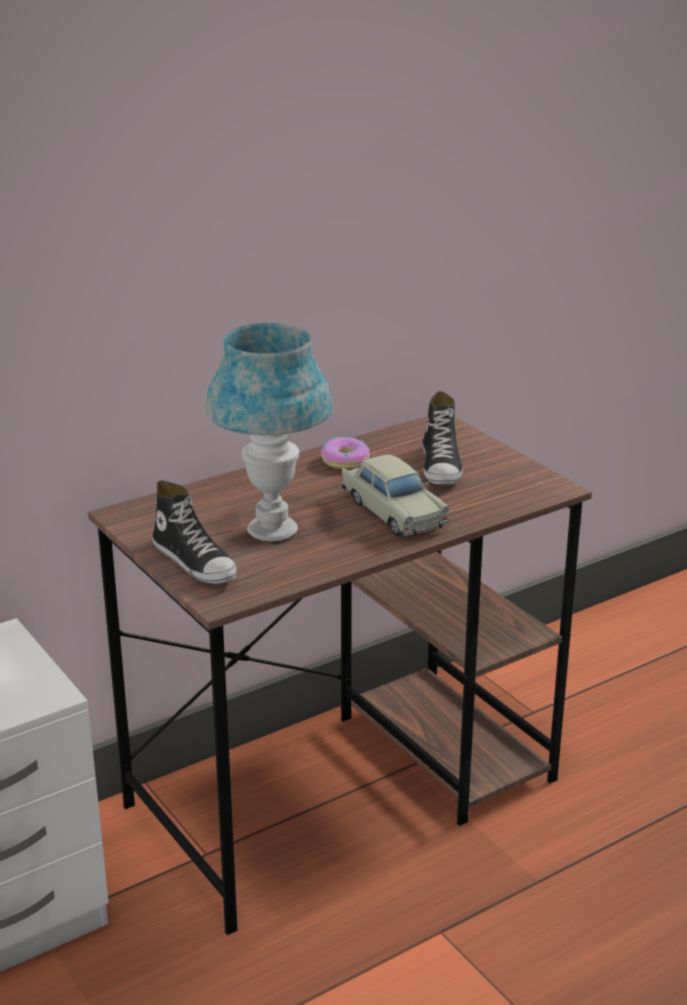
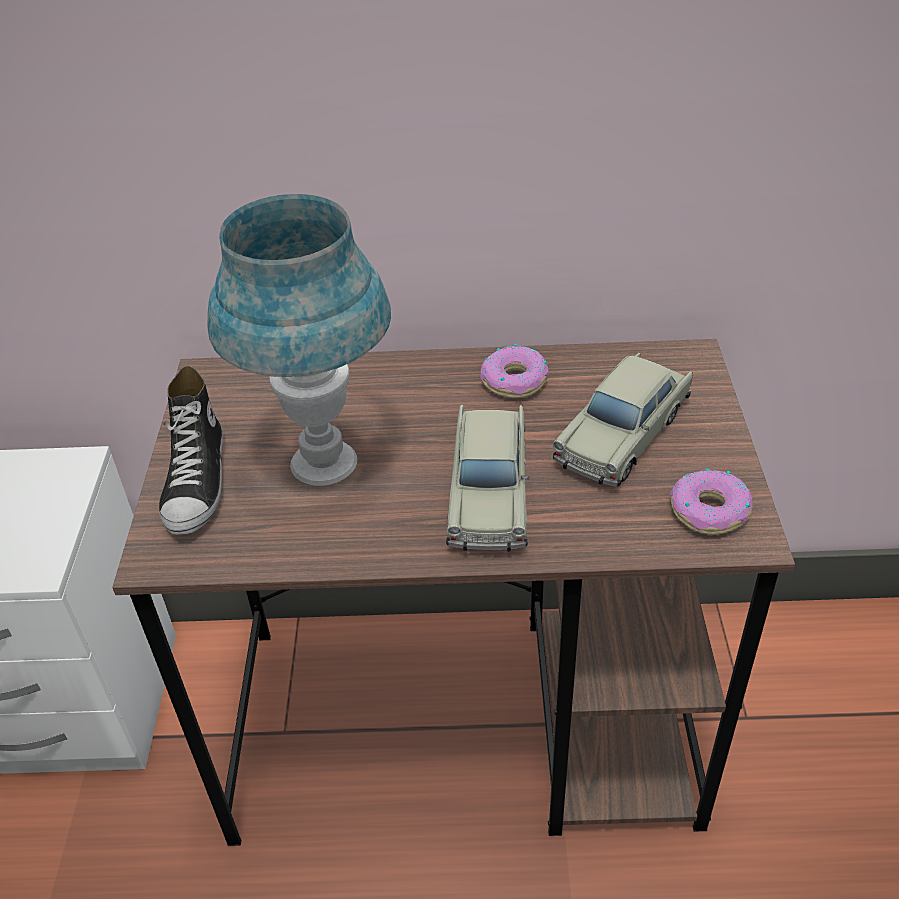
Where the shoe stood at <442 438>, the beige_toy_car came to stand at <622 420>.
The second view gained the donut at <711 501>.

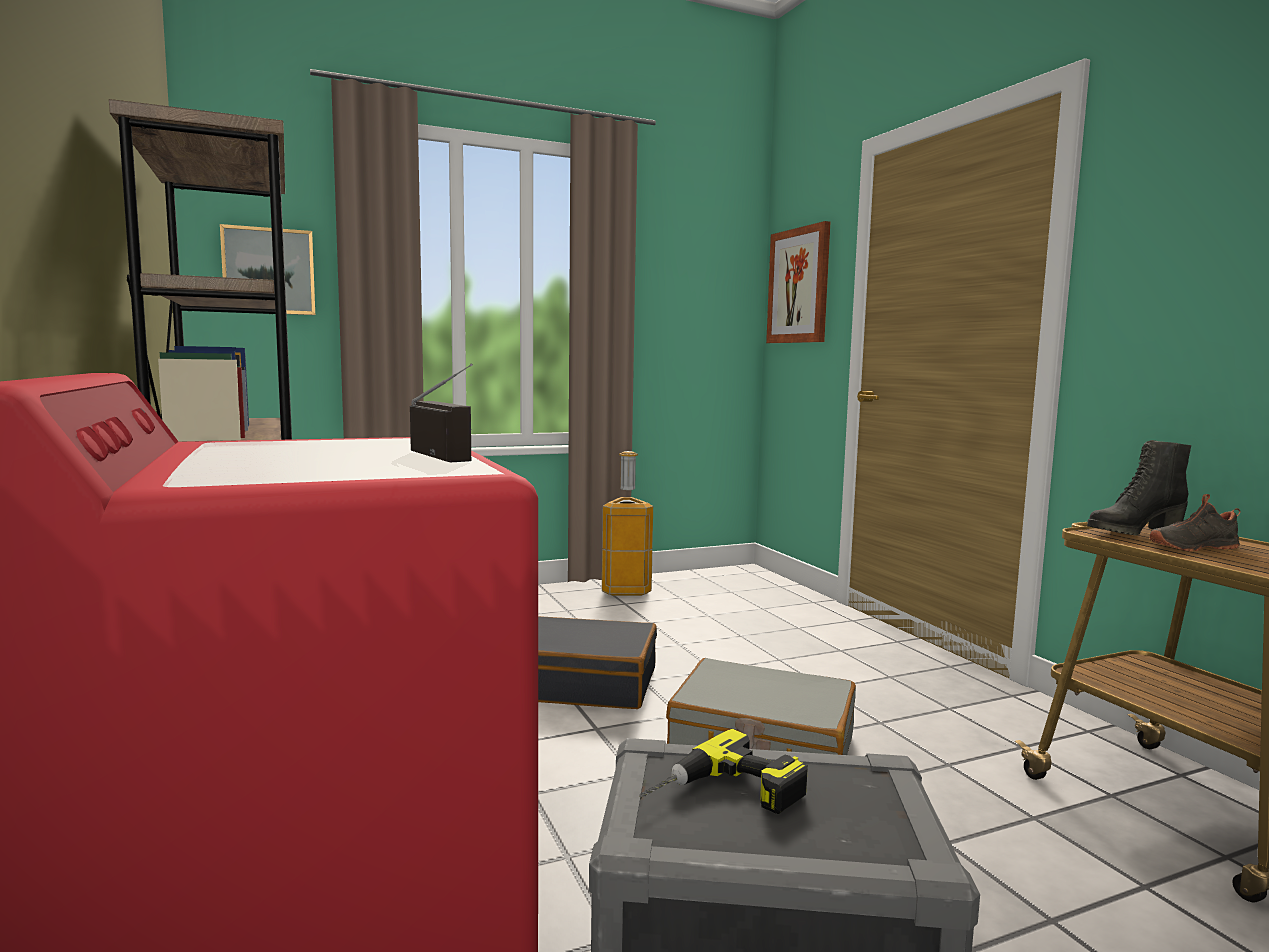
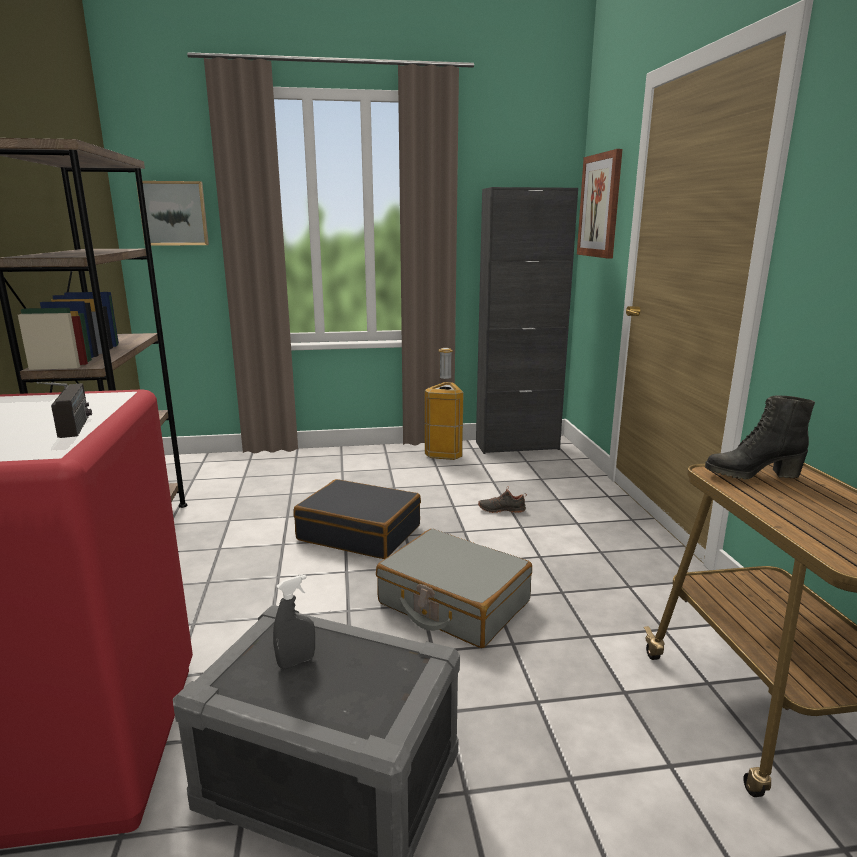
The black_shoe ended up elsewhere, having gone from <1194 523> to <502 500>.
Where the power_drill stood at <723 771>, the grey_spray_bottle came to stand at <294 622>.
The second view gained the black_cabinet at <527 320>.

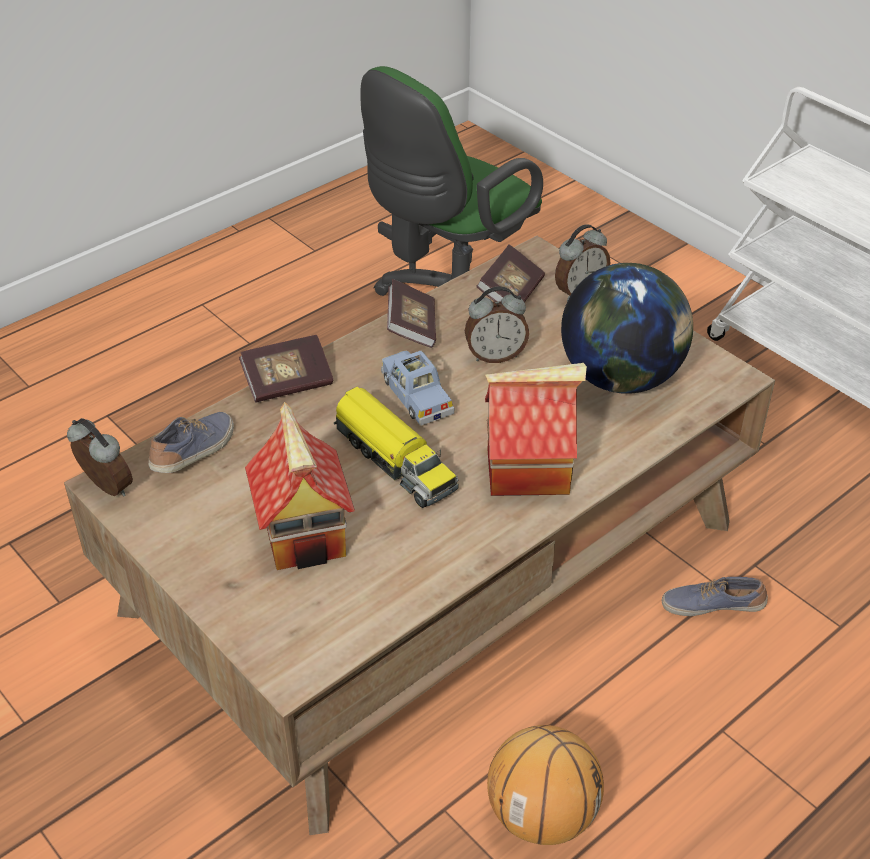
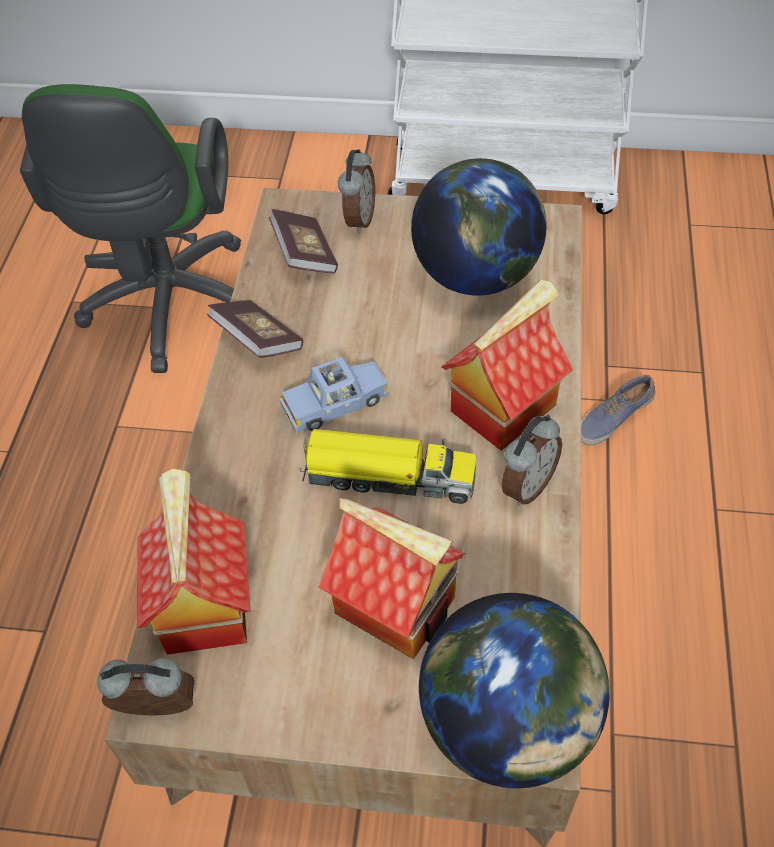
The alarm_clock ended up elsewhere, having gone from <497 325> to <532 460>.
The second view lost the book at <286 368>.
The blue_toy_car at <417 388> ended up facing another way, 135 degrees clockwise from before.
Where the shoe stood at <191 442>, the toy_house came to stand at <194 562>.
The second view lost the basketball at <545 785>.
The second view gained the globe at <514 690>.

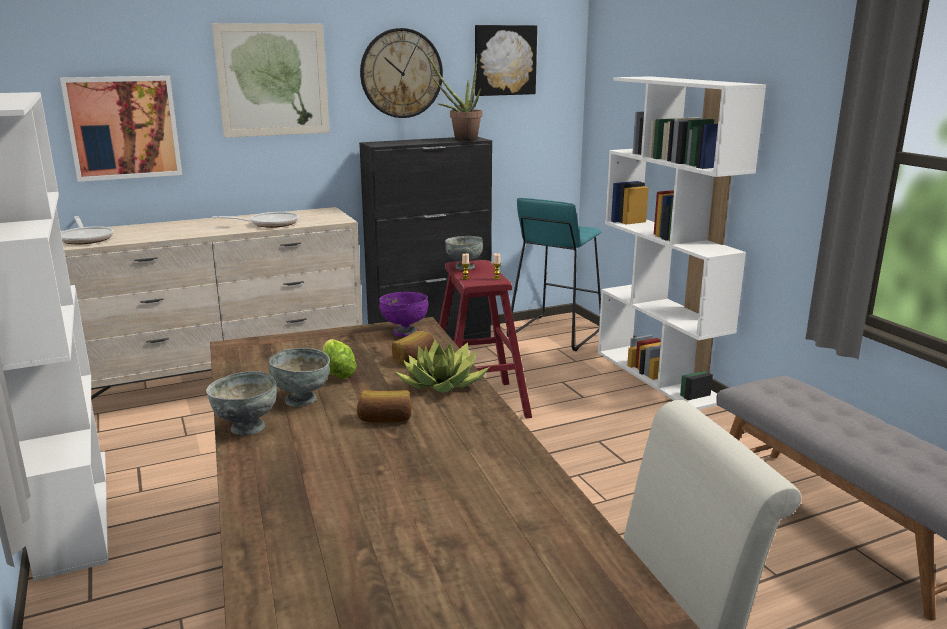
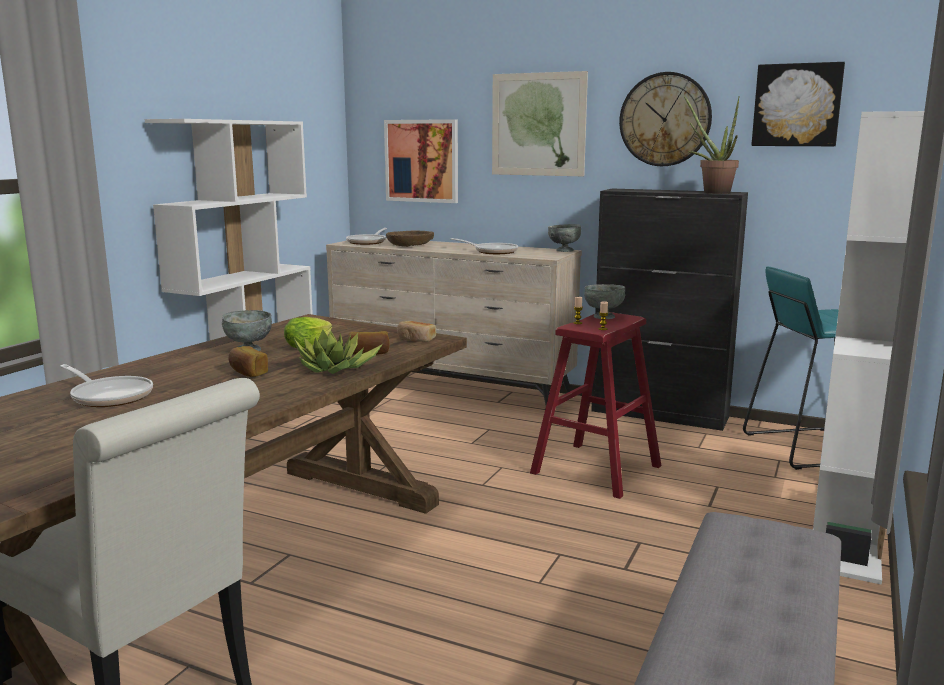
Where the purple_bowl stood at <403 314>, the bread came to stand at <416 331>.
The grey_bowl ended up elsewhere, having gone from <241 403> to <564 238>.
The second view gained the brown_bowl at <410 239>.
The second view gained the frying_pan at <106 385>.

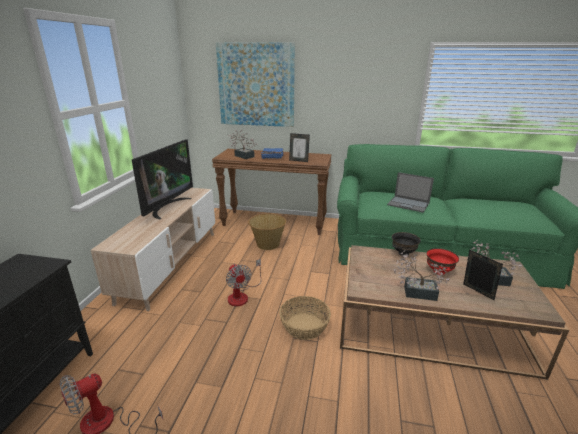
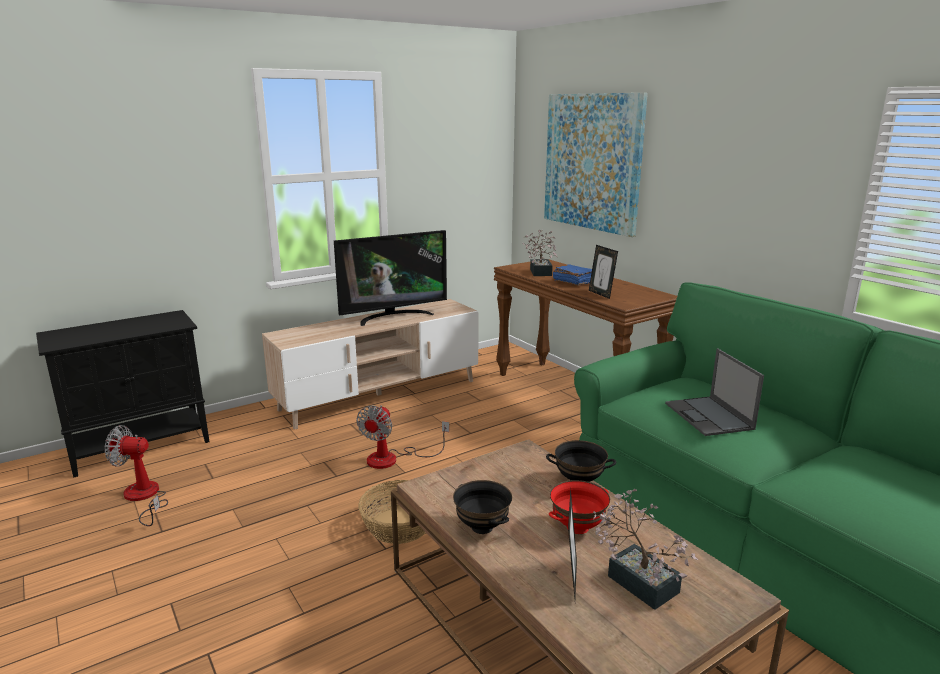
The second view lost the basket at <267 231>.
Where the potted_plant stood at <421 275>, the black_bowl came to stand at <482 507>.

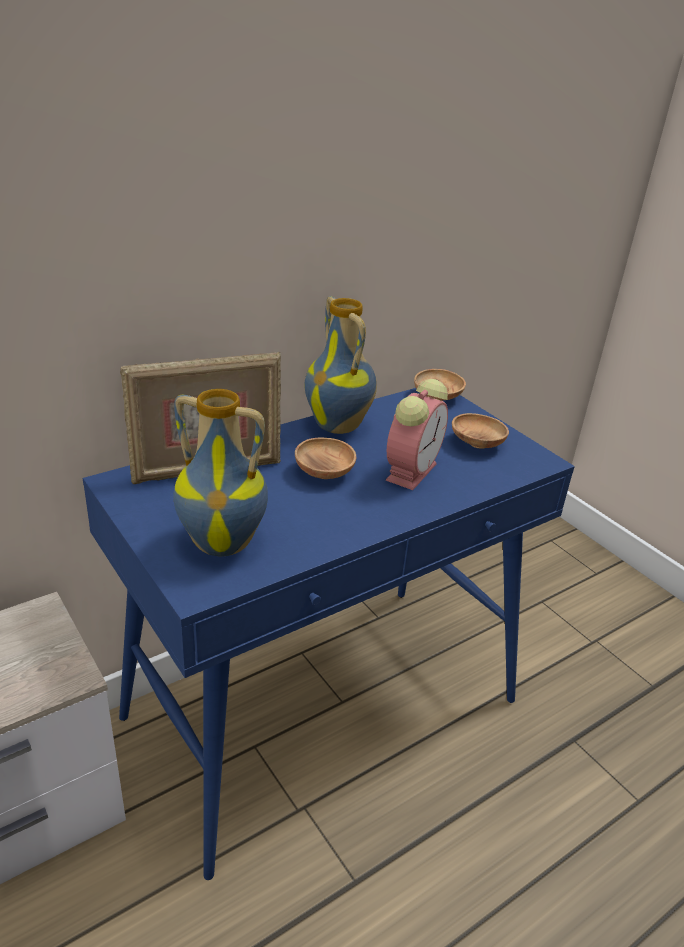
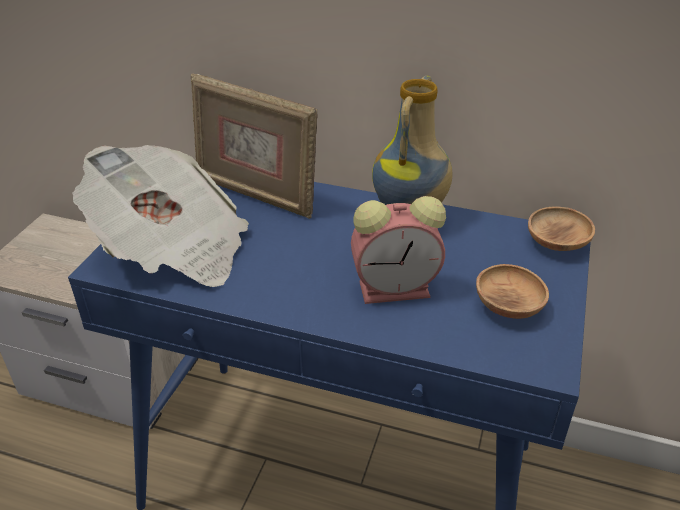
Where the vase stood at <220 472>, the newspaper came to stand at <160 216>.
The second view lost the brown_bowl at <325 458>.

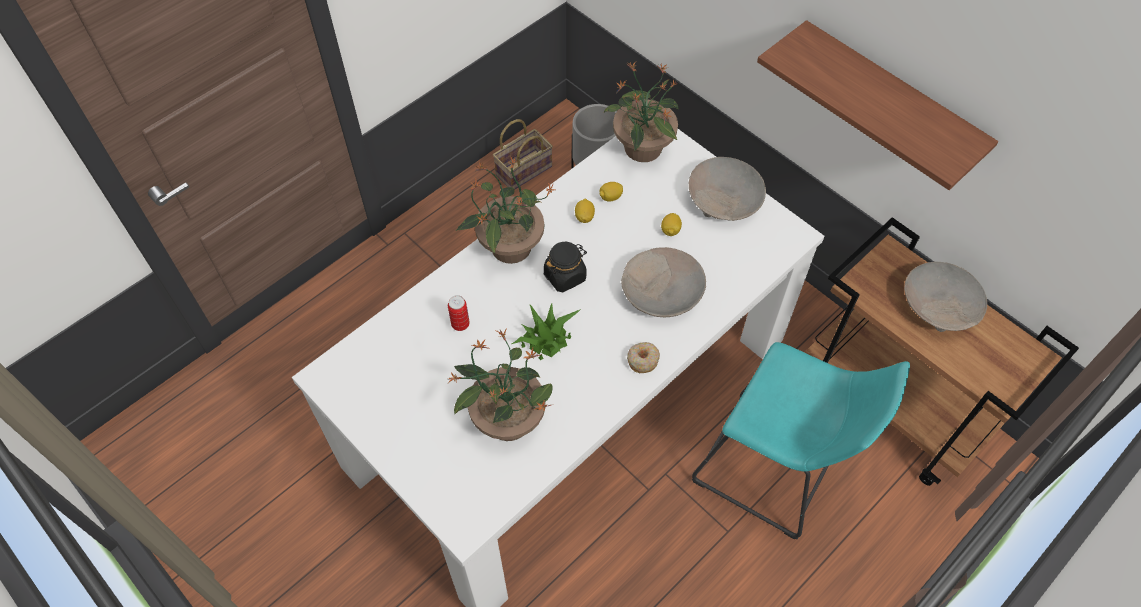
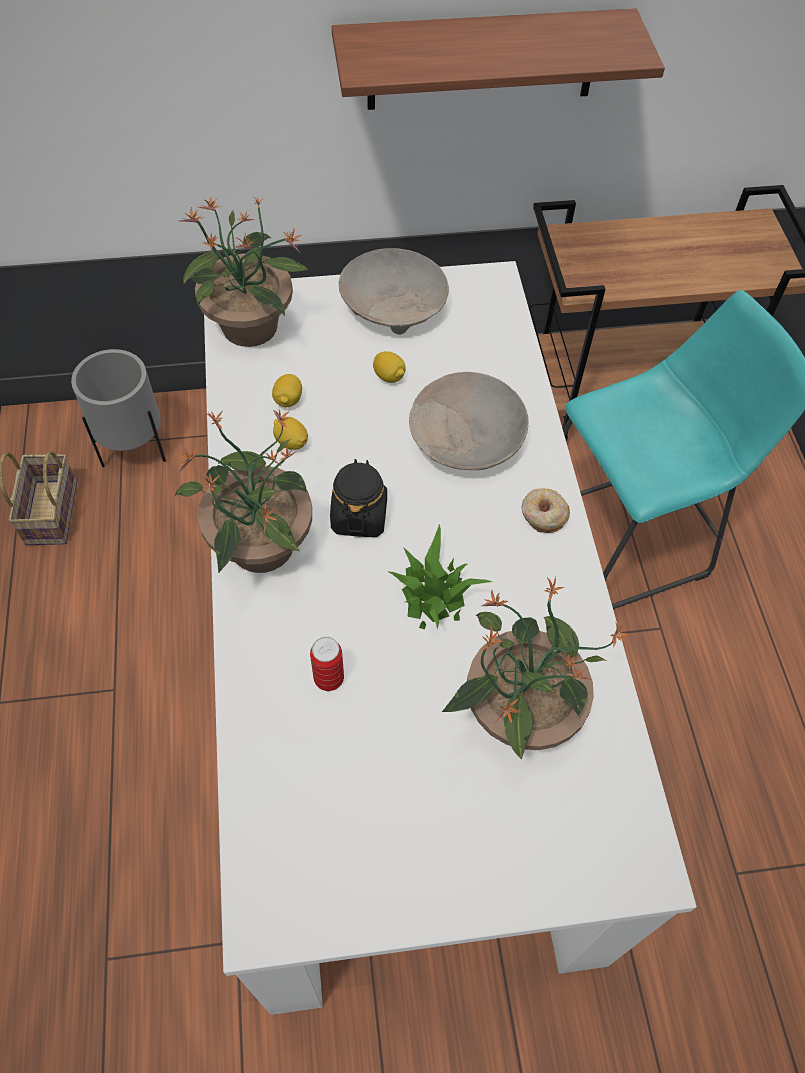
The second view lost the beige_bowl at <945 297>.

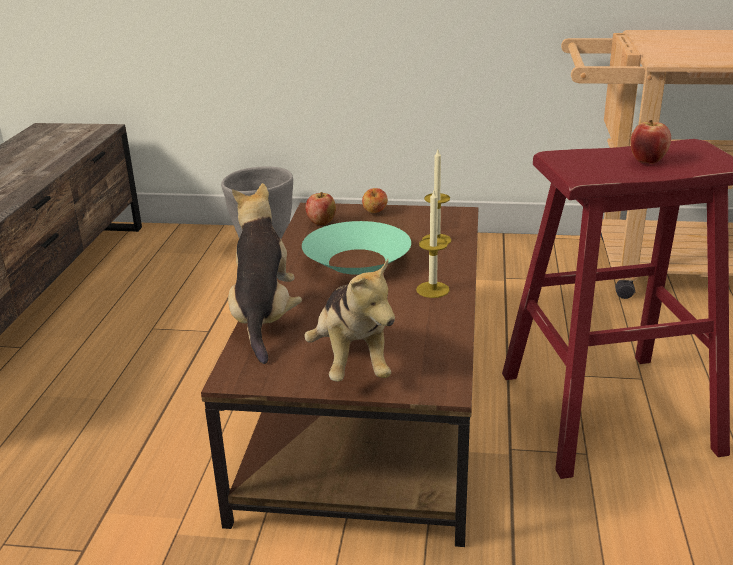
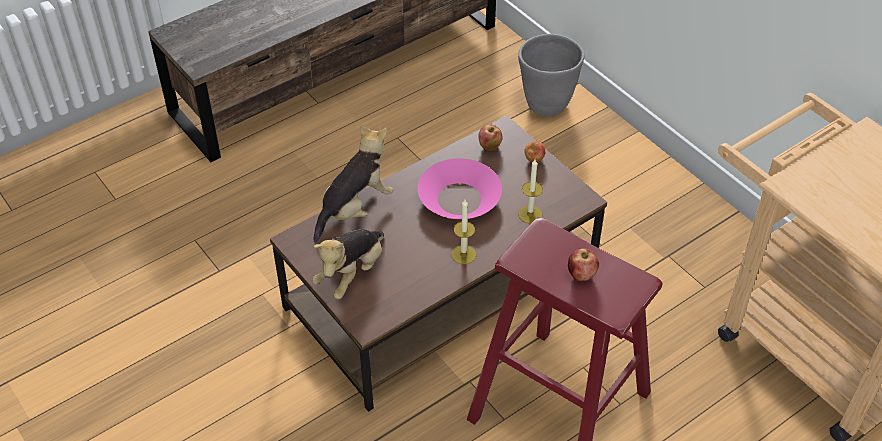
What was the turquoise_bowl at <356 248> turned into the pink_bowl at <460 188>.

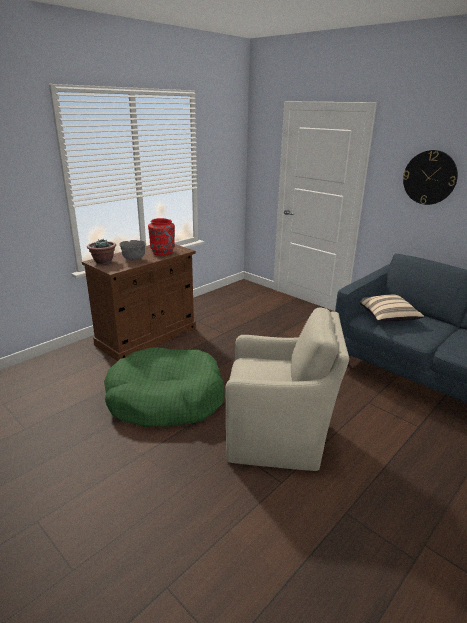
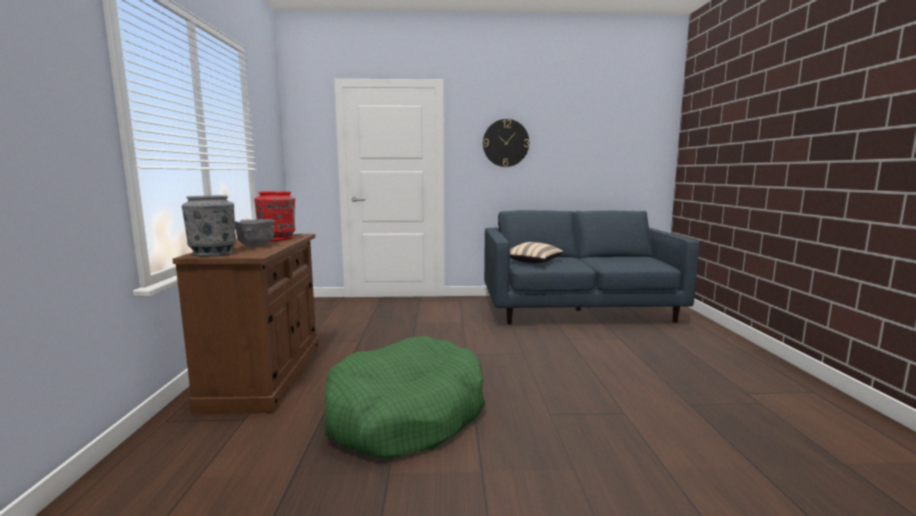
Where the potted_plant stood at <101 251>, the grey_vase came to stand at <209 226>.
The second view lost the beige_armchair at <287 389>.

